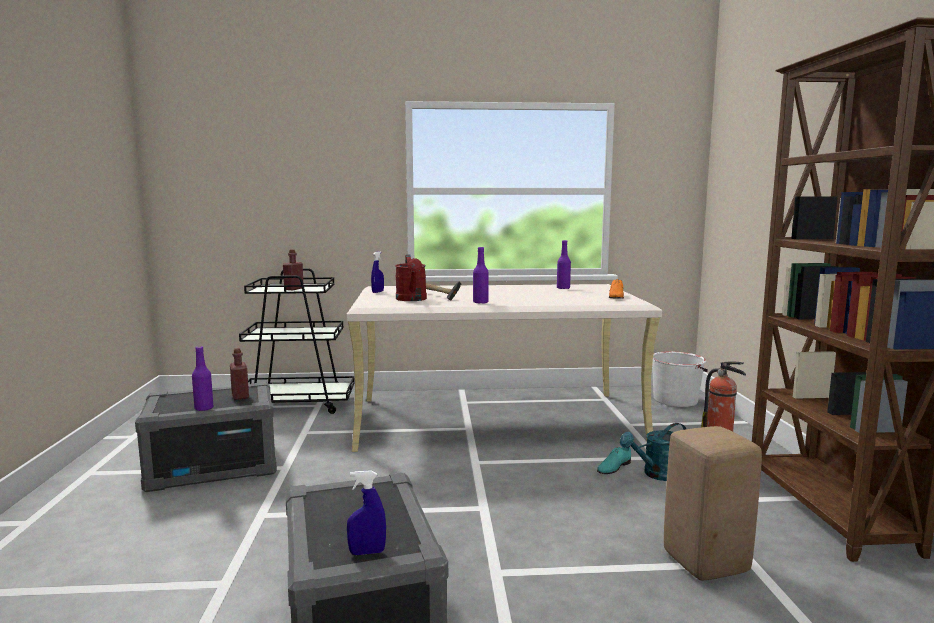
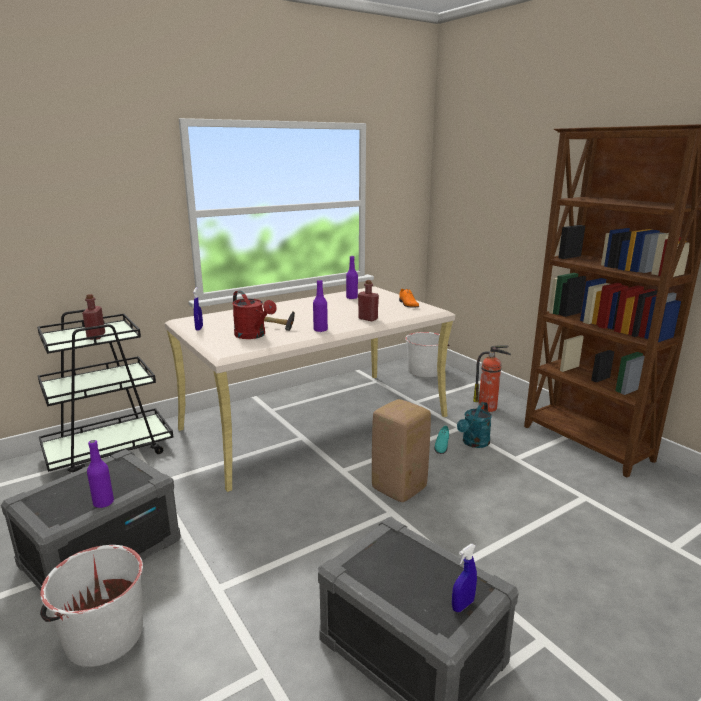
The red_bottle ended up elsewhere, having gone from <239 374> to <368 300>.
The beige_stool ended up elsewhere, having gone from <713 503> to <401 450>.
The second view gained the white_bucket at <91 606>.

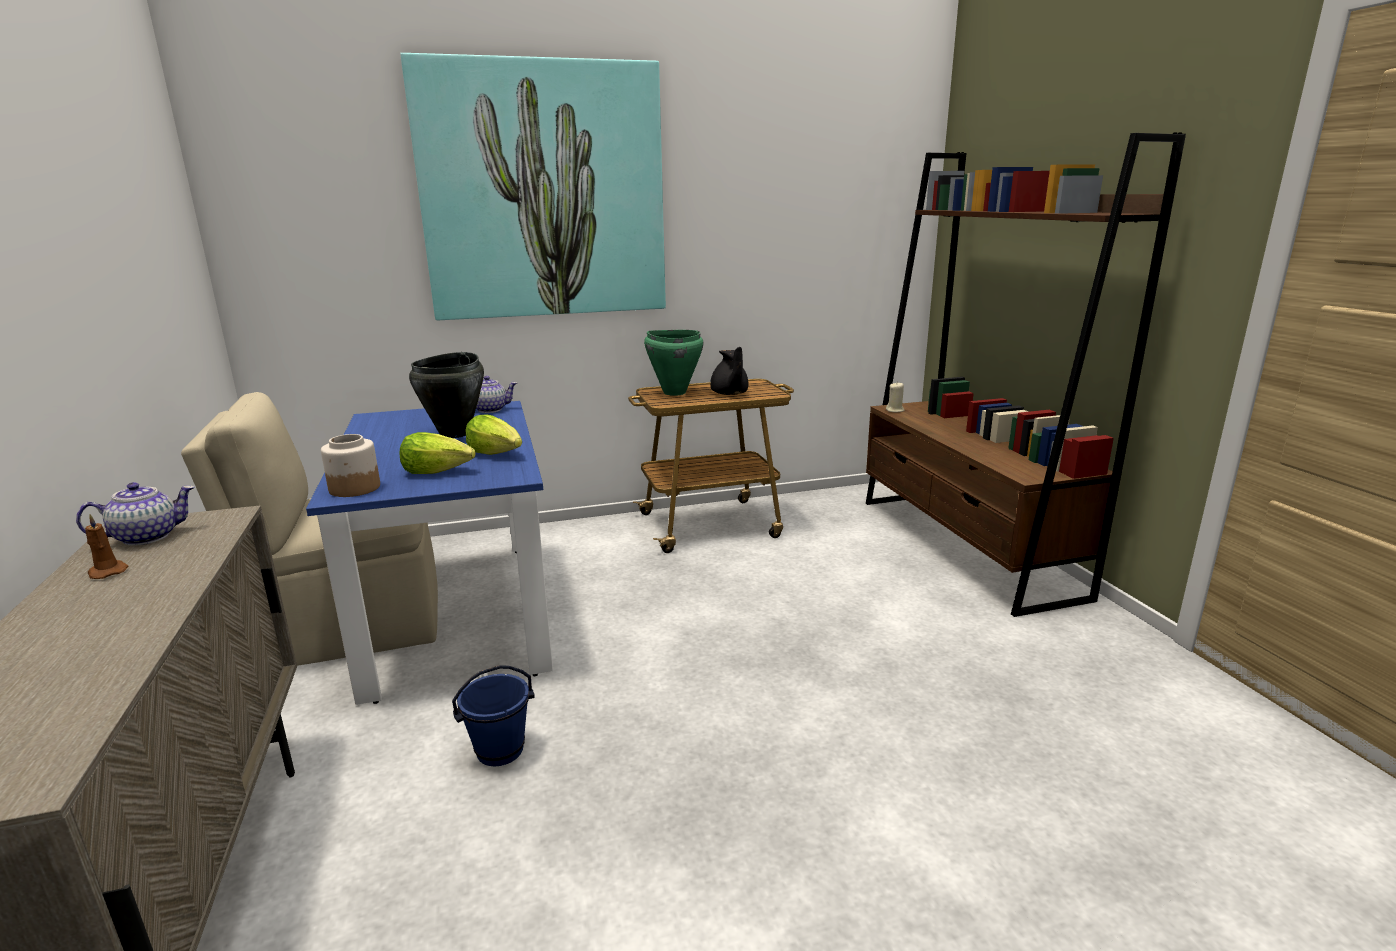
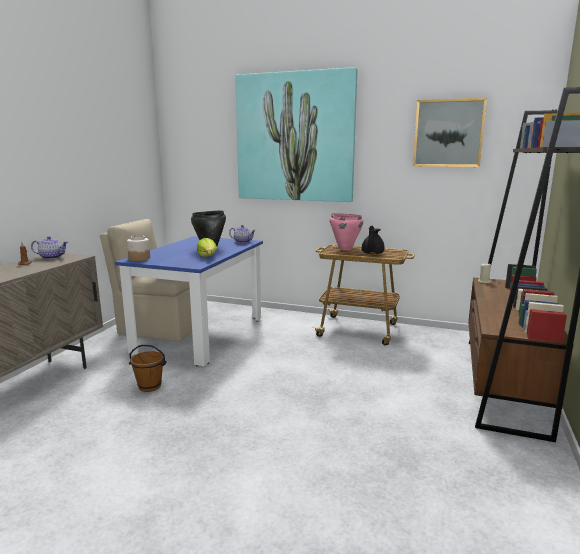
What was the green_cooking_pot at <674 363> turned into the pink_cooking_pot at <347 232>.
The second view lost the lettuce at <438 453>.
What was the blue_bucket at <493 715> turned into the brown_bucket at <148 368>.
The second view gained the picture at <450 132>.

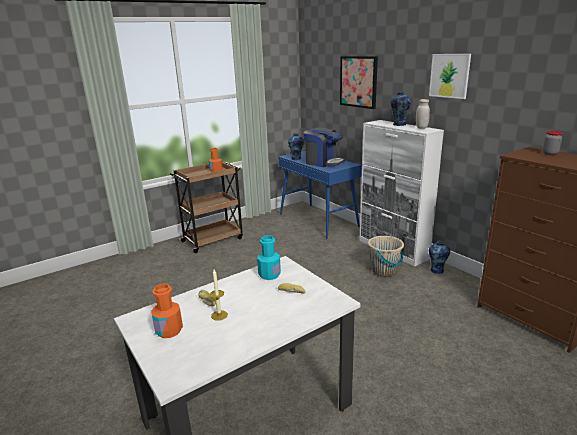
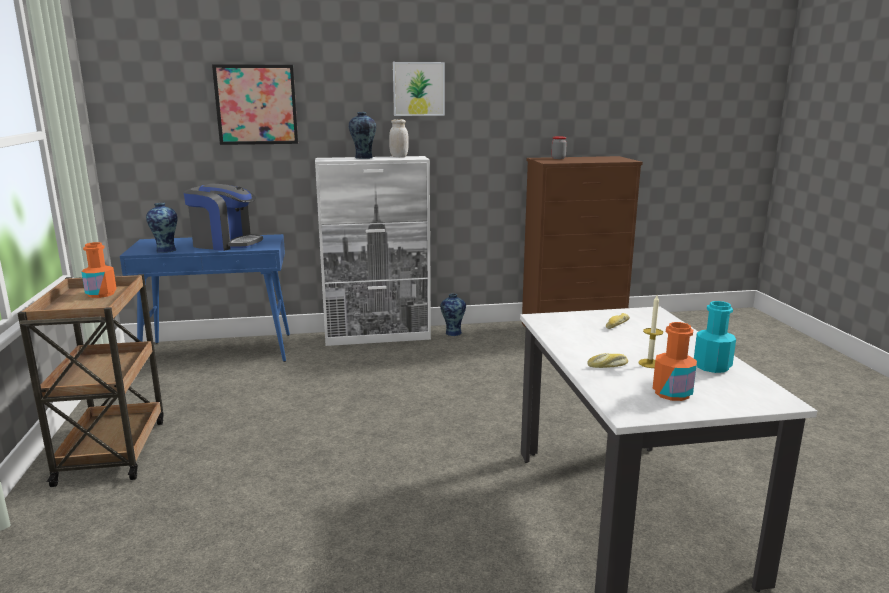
The coffee_machine at <324 147> ended up facing another way, 45 degrees clockwise from before.
The turquoise_bottle ended up elsewhere, having gone from <269 257> to <715 337>.
The second view lost the beige_bucket at <386 256>.

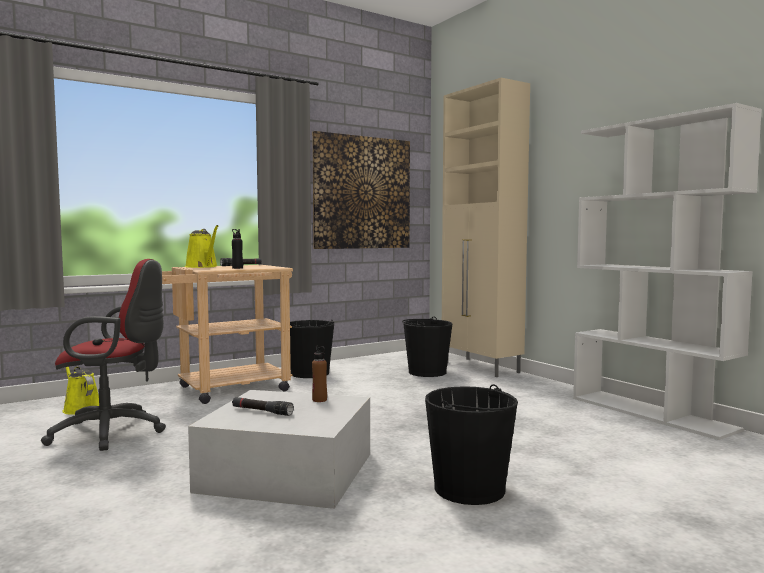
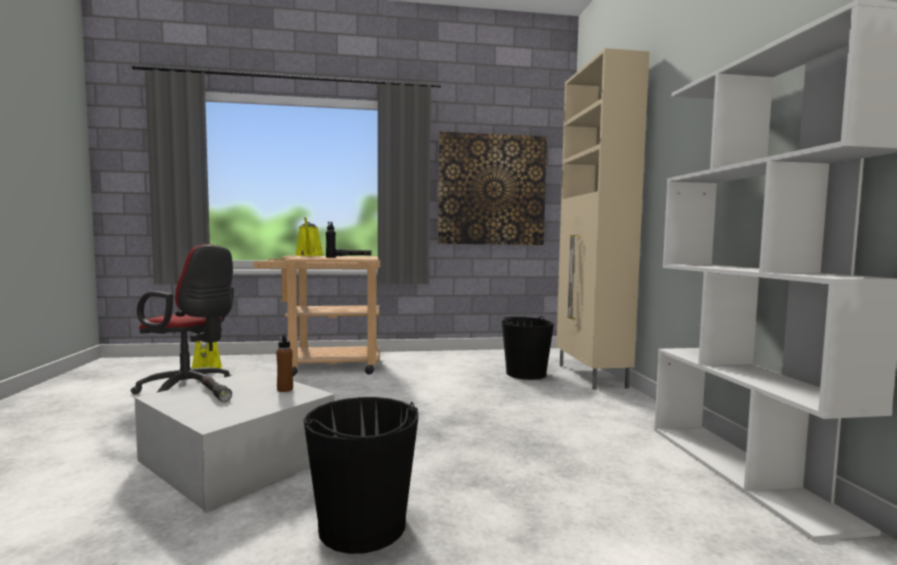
The second view lost the black_bucket at <312 349>.

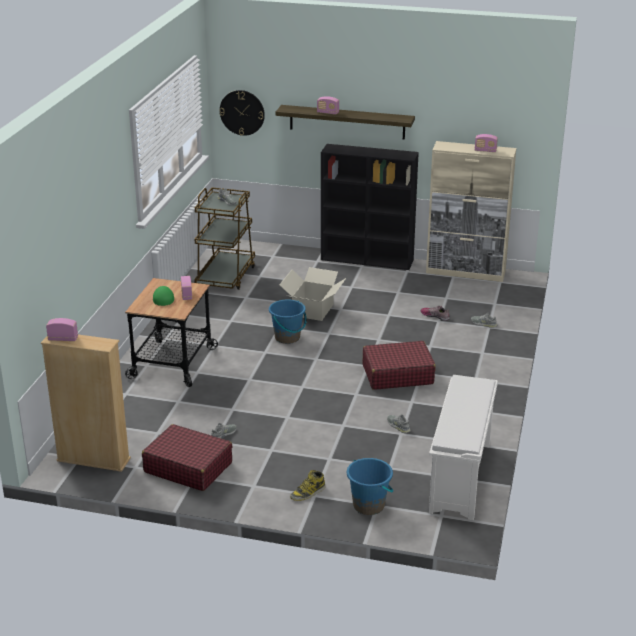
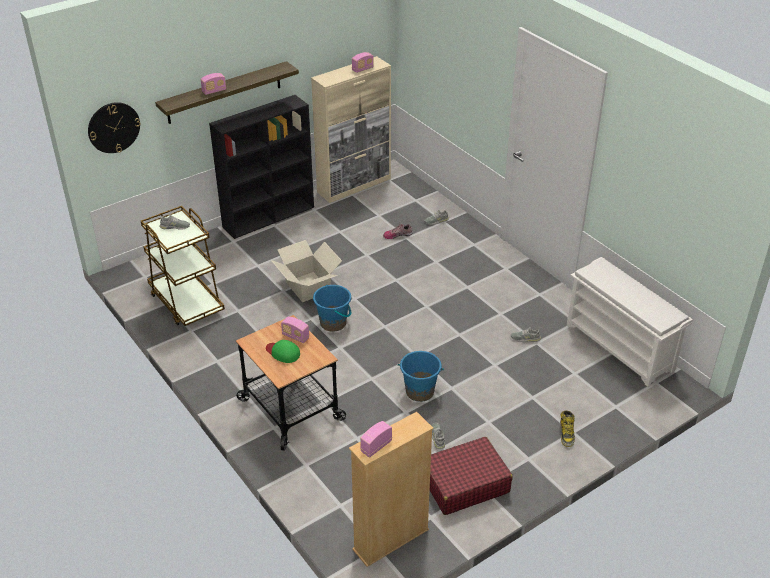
The second view lost the red_suitcase at <399 365>.
The blue_bucket ended up elsewhere, having gone from <370 486> to <421 376>.

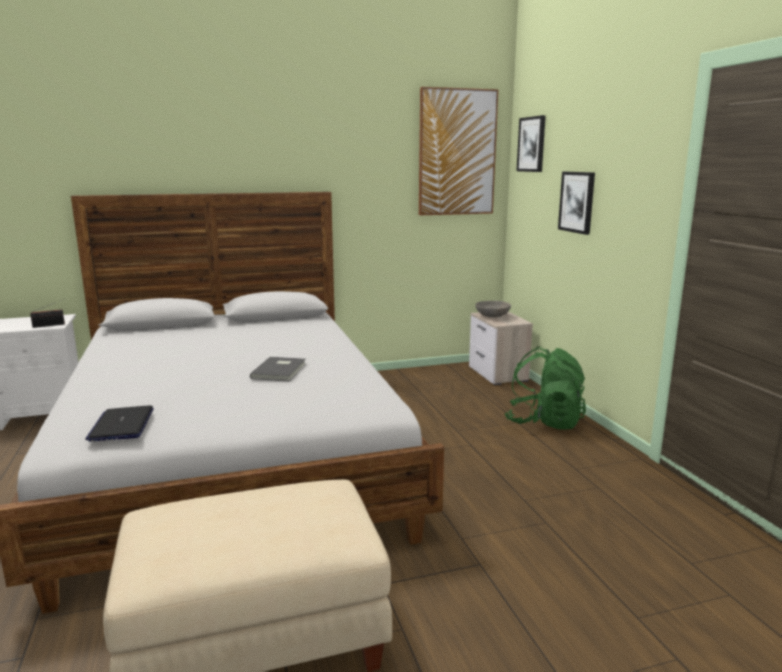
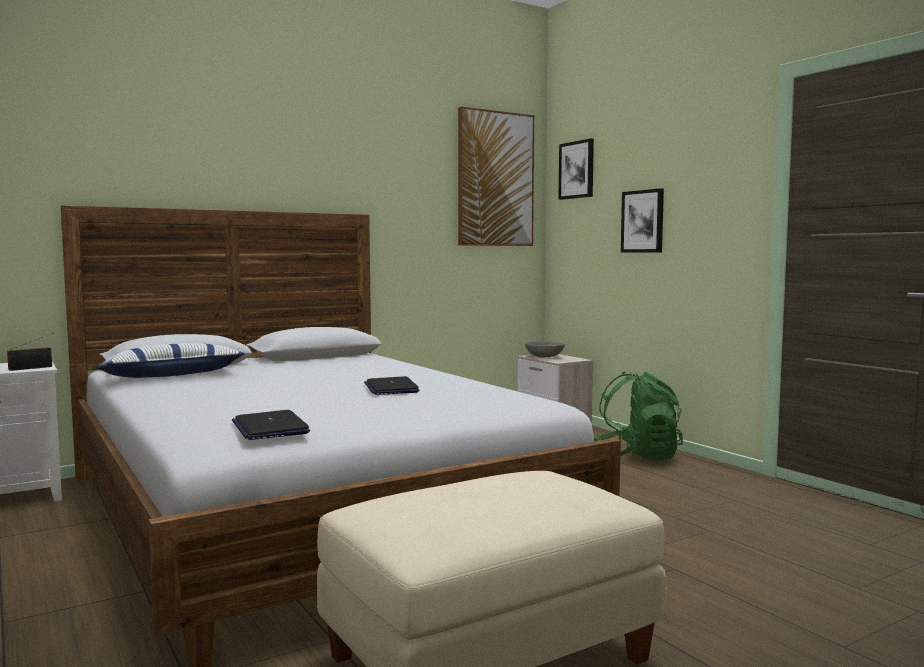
Where the grey_book stood at <278 369>, the laptop came to stand at <392 385>.
The second view gained the pillow at <170 360>.

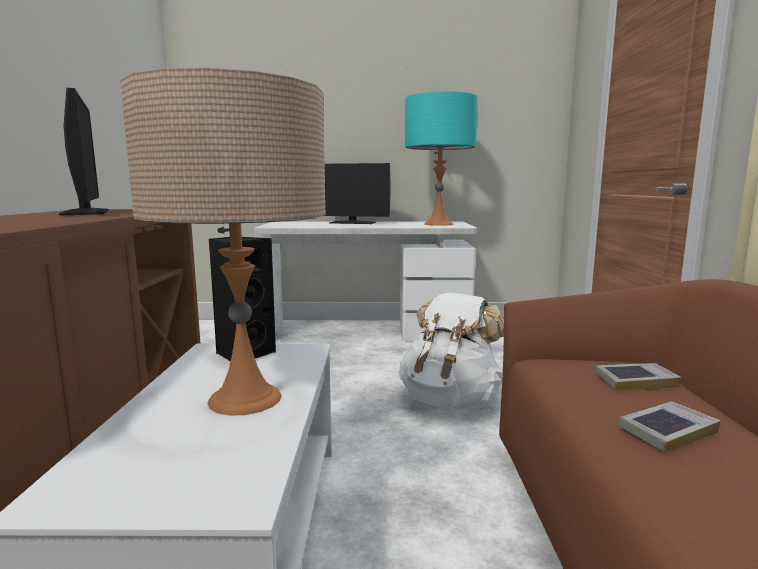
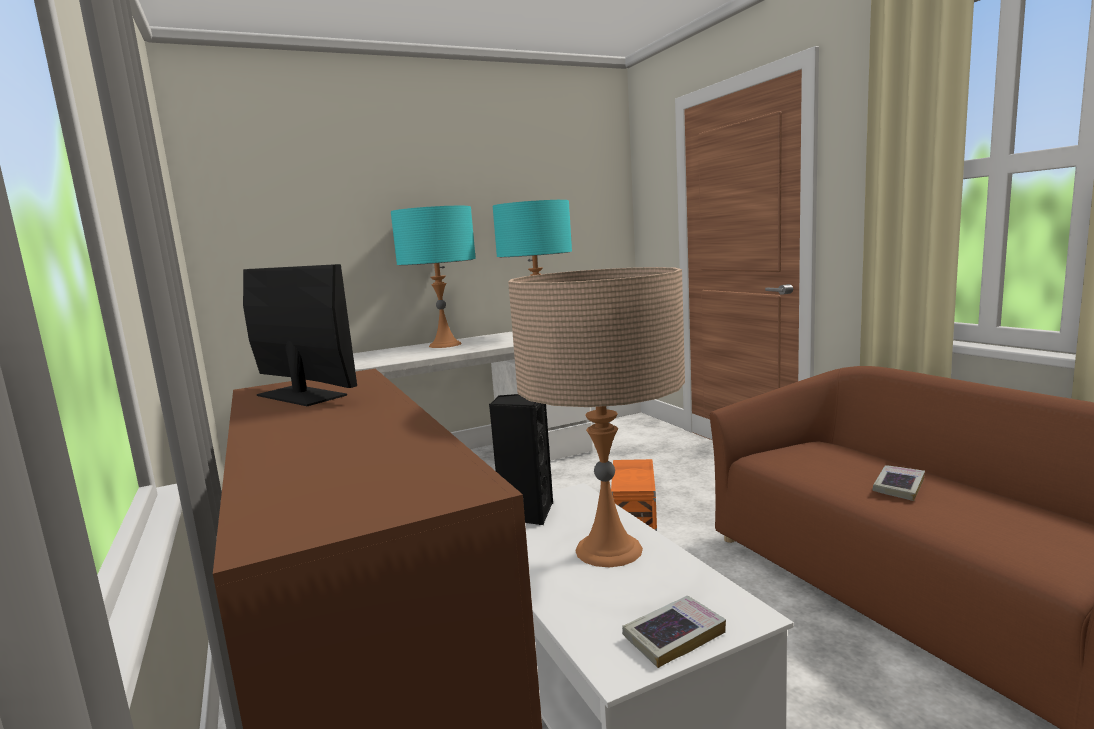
Where the monitor stood at <357 193>, the turquoise_table_lamp came to stand at <433 277>.
Where the white_backpack stood at <451 351>, the orange_storage_box came to stand at <634 495>.
The book ended up elsewhere, having gone from <638 377> to <674 632>.

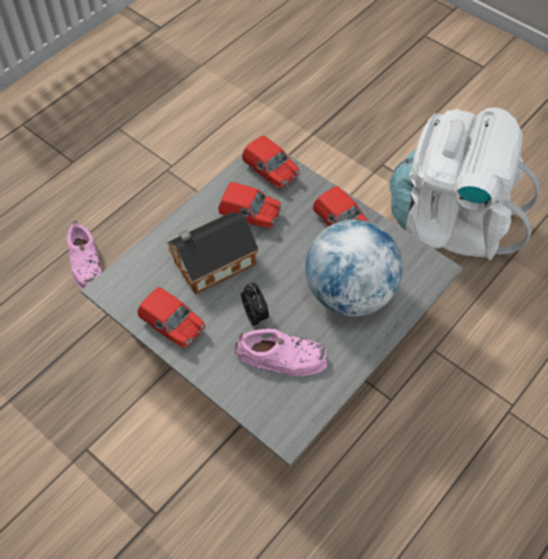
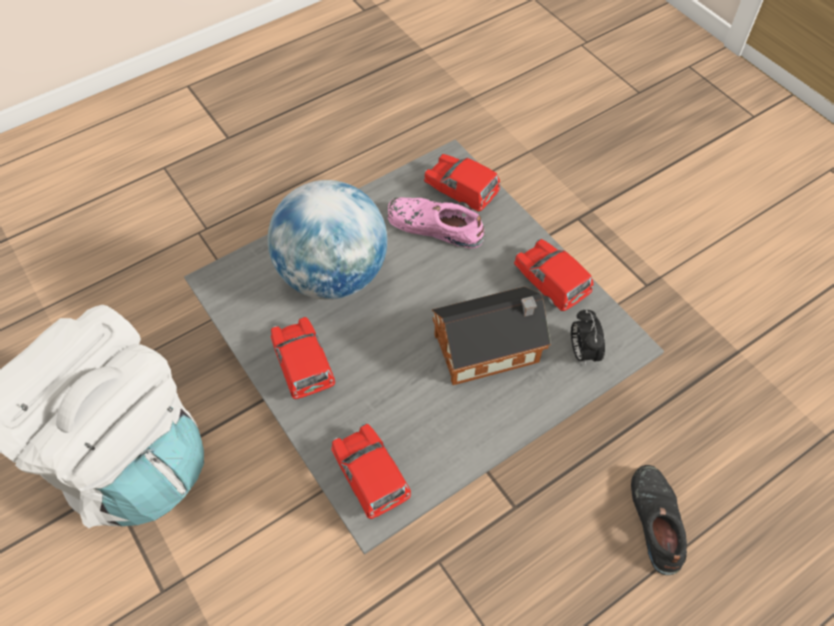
The red_toy_car ended up elsewhere, having gone from <249 205> to <462 183>.
What was the pink_shoe at <84 255> turned into the black_shoe at <659 520>.
The alarm_clock ended up elsewhere, having gone from <255 304> to <588 337>.

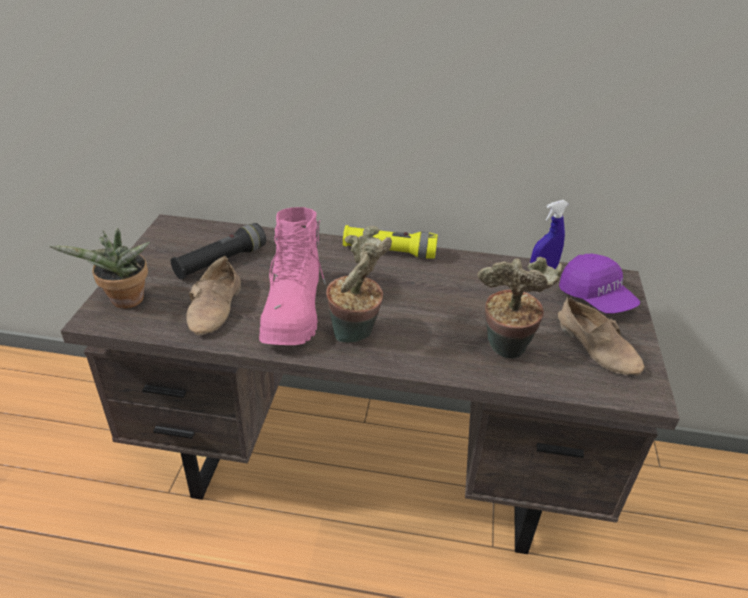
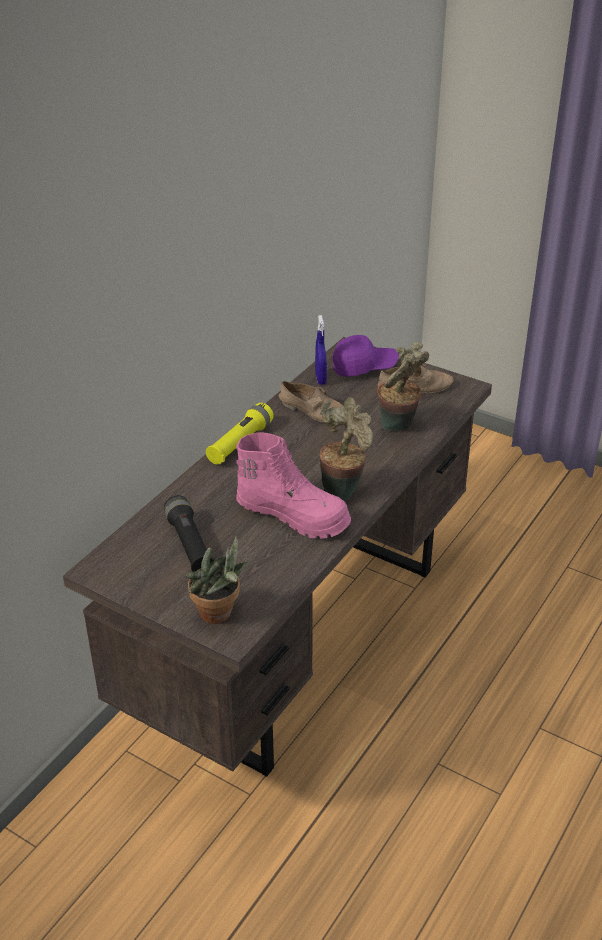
The beige_shoe ended up elsewhere, having gone from <214 296> to <310 402>.

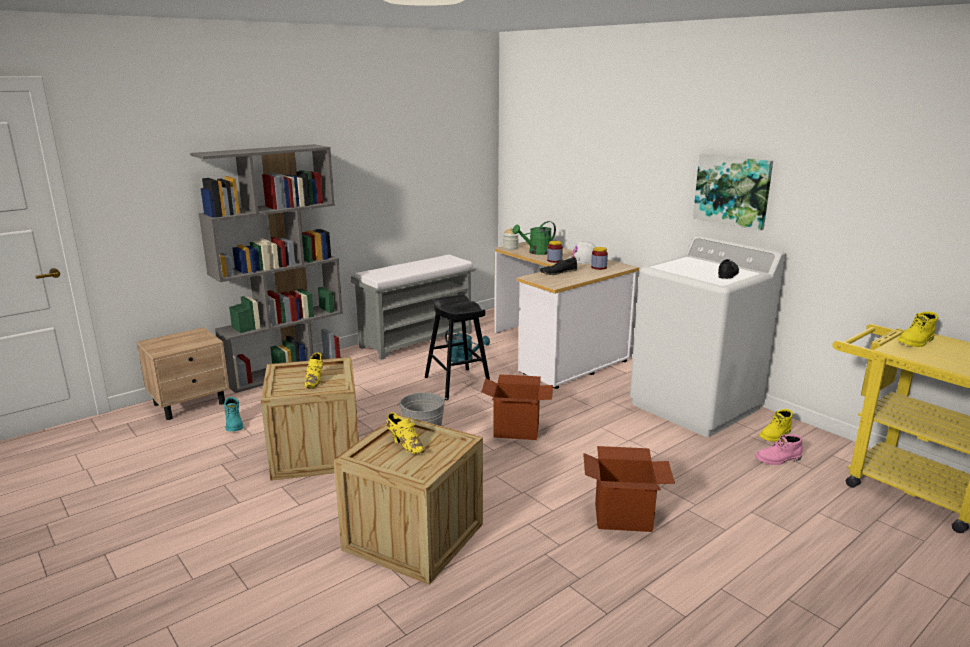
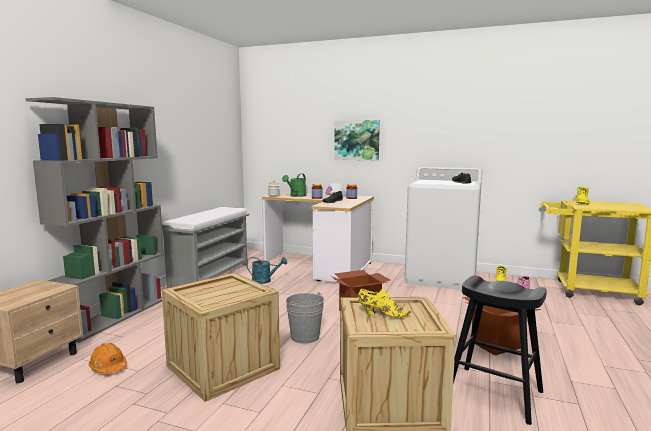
The picture ended up elsewhere, having gone from <733 192> to <357 140>.
The black_stool ended up elsewhere, having gone from <457 347> to <500 350>.
The second view lost the yellow_shoe at <313 371>.
Where the turquoise_boot stood at <233 414>, the orange_hard_hat came to stand at <108 358>.

